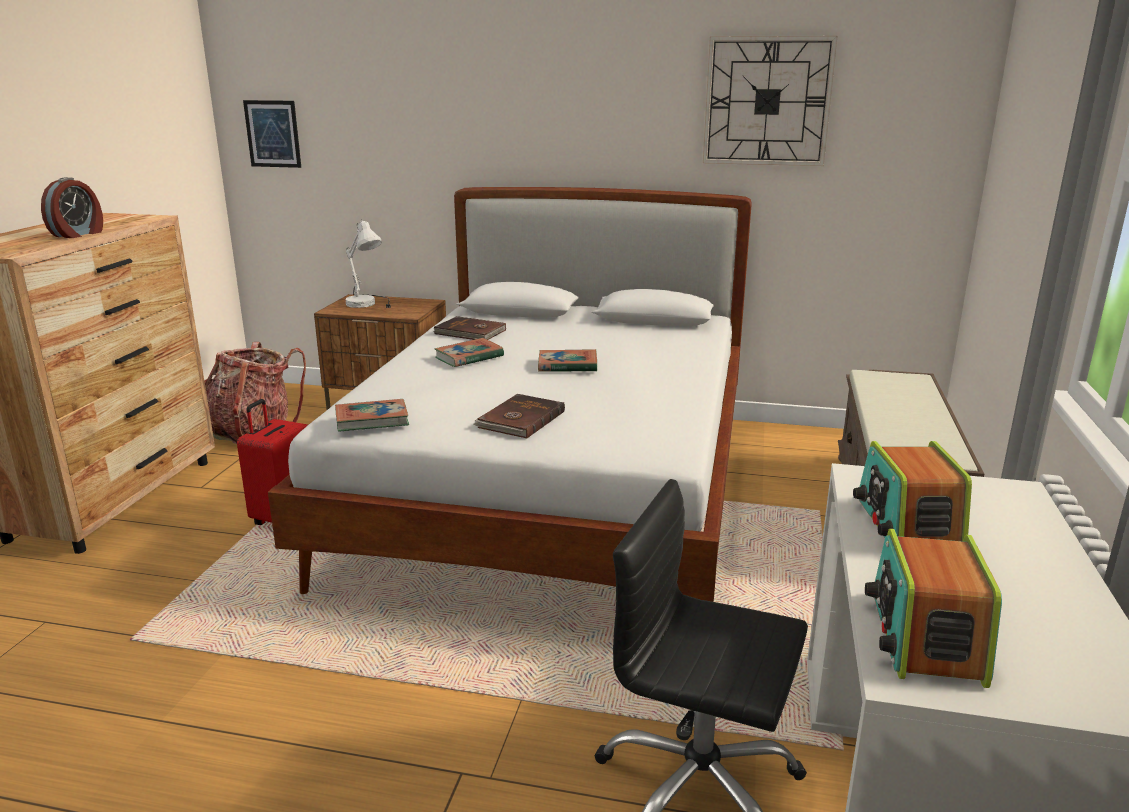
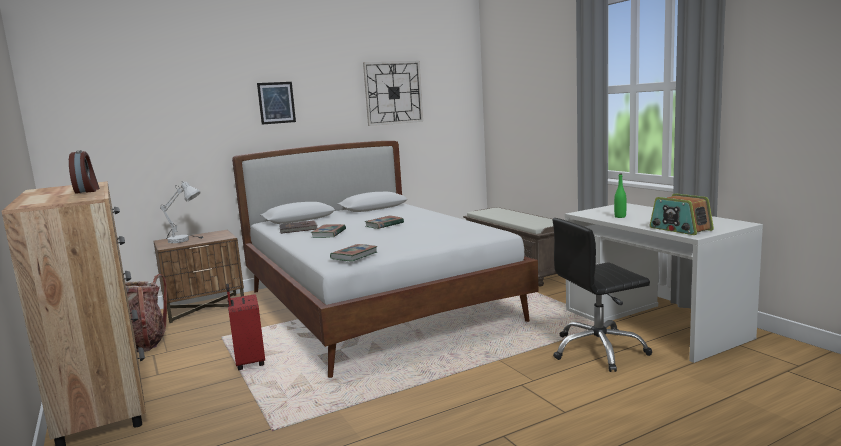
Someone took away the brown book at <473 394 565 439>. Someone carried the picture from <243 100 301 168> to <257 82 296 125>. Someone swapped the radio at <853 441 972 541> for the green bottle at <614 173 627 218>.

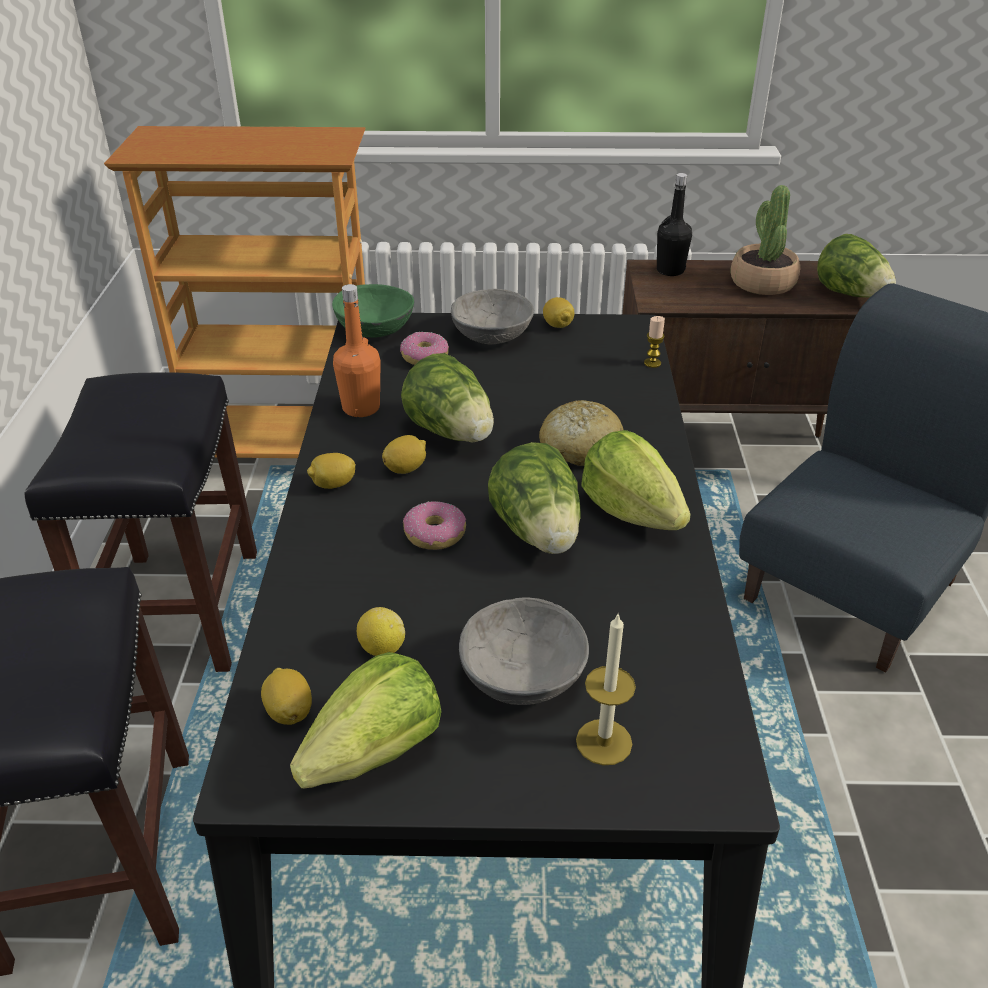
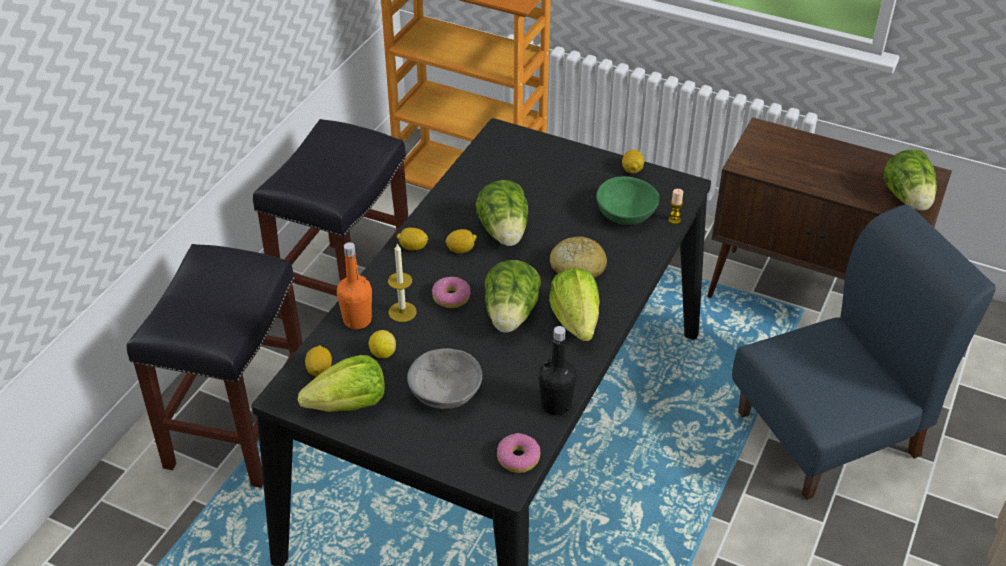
Someone took away the grey bowl at <451 289 534 344>. Someone took away the potted plant at <731 185 800 295>. Someone carried the green bowl from <332 284 414 338> to <596 176 660 225>. Someone carried the orange bottle from <333 284 381 417> to <337 242 372 329>. Someone carried the donut from <400 332 449 365> to <497 433 540 473>. Someone carried the candle from <576 612 636 765> to <388 243 417 322>. Someone carried the black bottle from <657 173 692 276> to <539 326 576 415>.

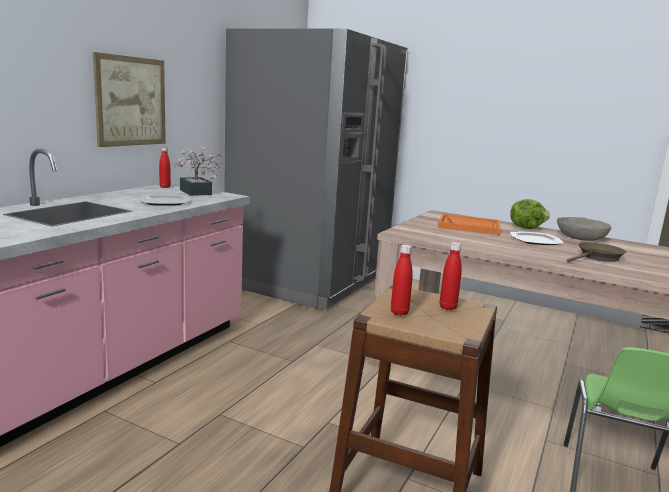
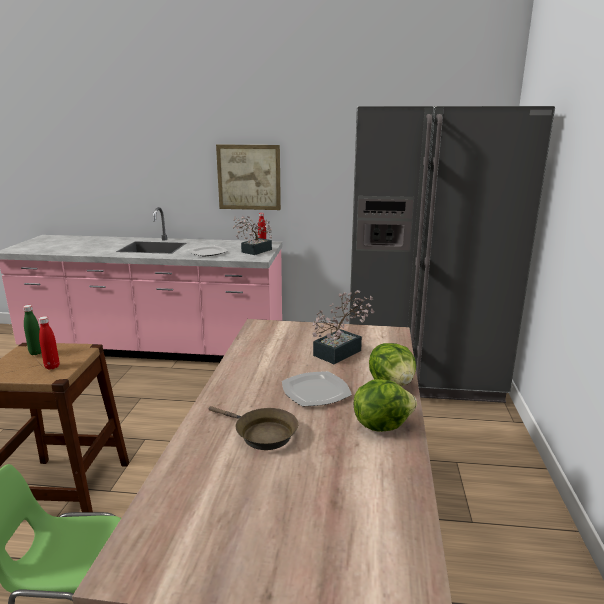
Someone swapped the orange tray at <438 214 500 235> for the potted plant at <312 290 374 364>. Someone swapped the grey bowl at <557 217 611 241> for the lettuce at <354 379 417 432>. Someone repainted the red bottle at <391 245 413 316>, which became the green bottle at <23 305 42 355>.

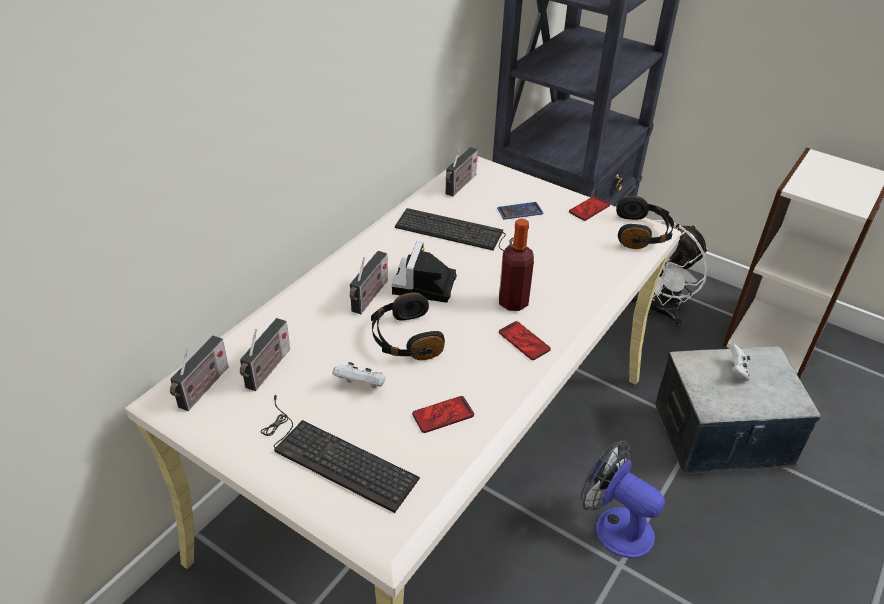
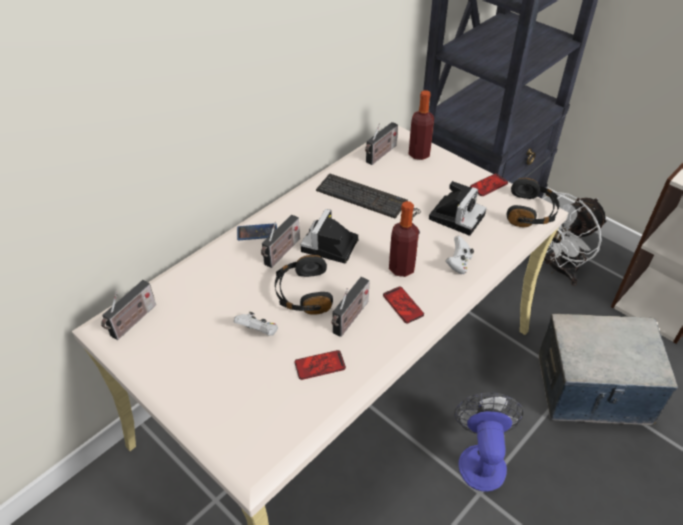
Someone took away the keyboard at <261 395 420 513>. Someone put down the bottle at <409 90 434 160>. Someone put down the photo camera at <429 181 487 236>. Someone carried the radio from <240 318 290 391> to <332 277 369 337>. Someone carried the phone from <497 202 543 220> to <237 223 277 240>. Someone carried the white game controller from <730 344 750 382> to <446 236 474 274>. Someone rotated the fan at <581 441 665 558> by 45 degrees clockwise.

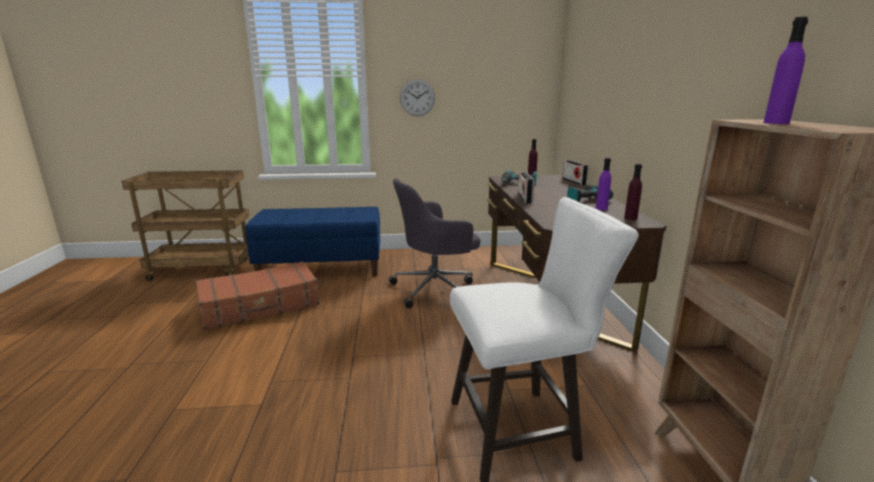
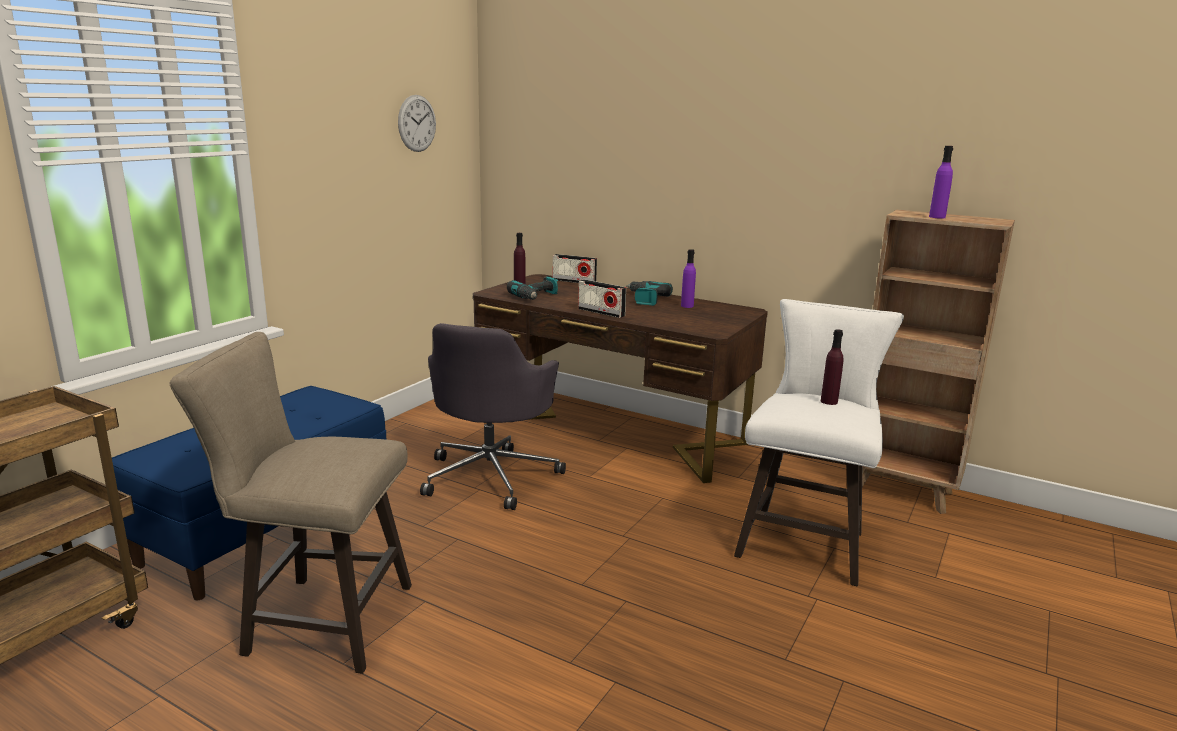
Someone carried the wall clock from <400 79 435 116> to <398 95 436 152>. Someone carried the purple bottle from <624 164 642 220> to <821 329 843 405>. Someone swapped the brown suitcase at <196 261 320 330> for the beige stool at <170 332 412 674>.

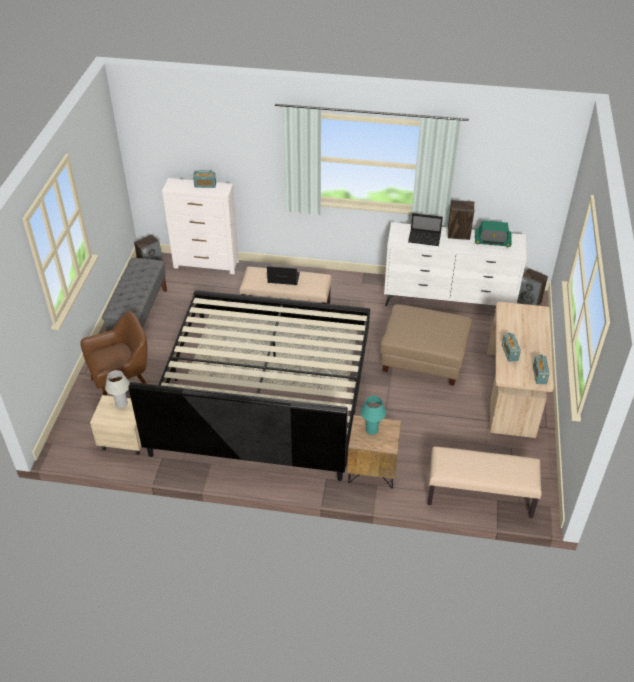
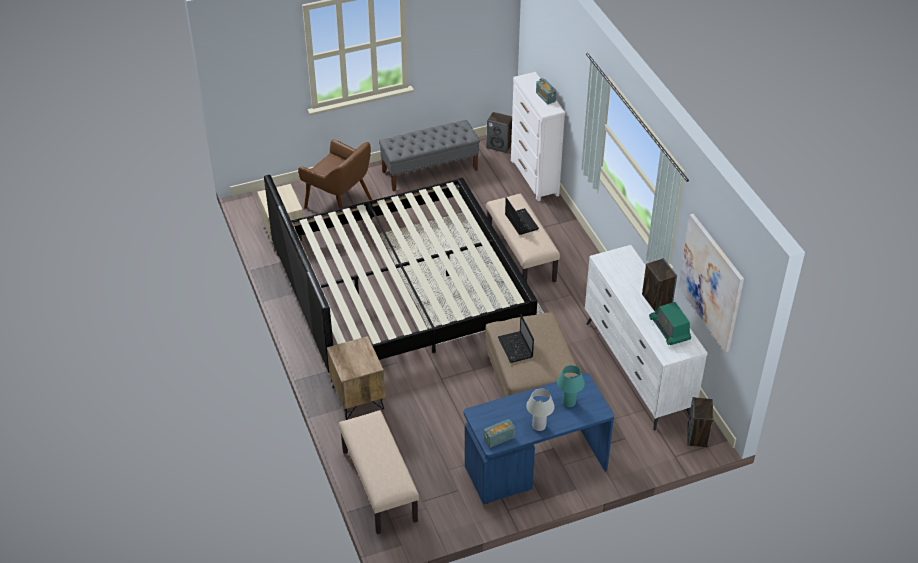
Someone took away the radio at <502 333 521 362>. Someone put up the picture at <678 214 744 352>. Someone carried the white table lamp from <105 370 130 408> to <526 389 555 431>. Someone carried the turquoise table lamp from <360 396 386 435> to <557 365 585 407>. Someone carried the laptop from <408 213 443 246> to <498 315 534 363>. Someone repainted the beige desk at <487 302 554 438>, which became the blue desk at <464 373 614 505>.

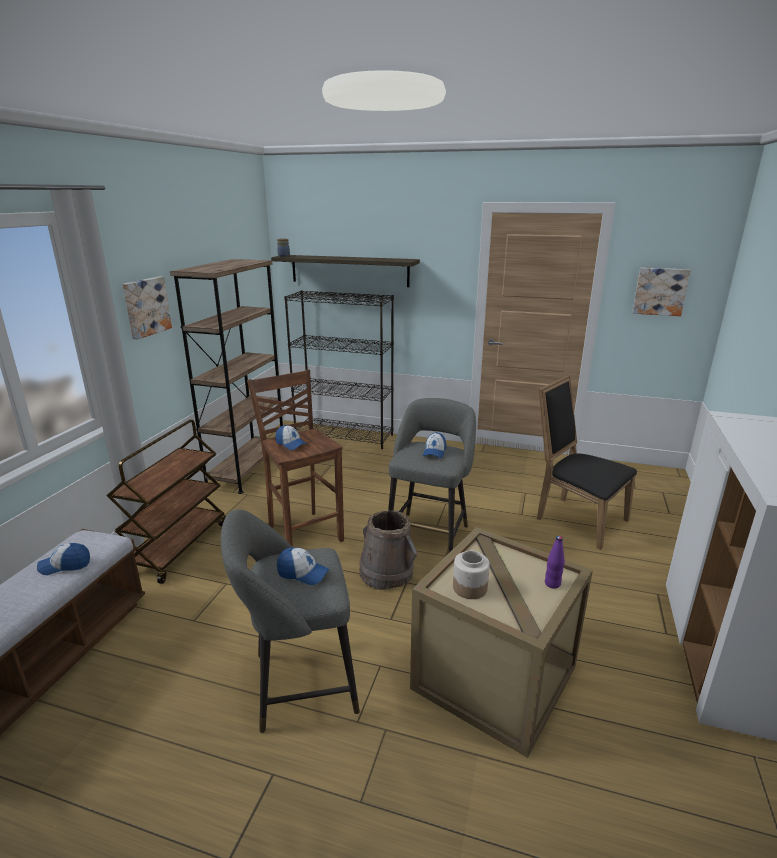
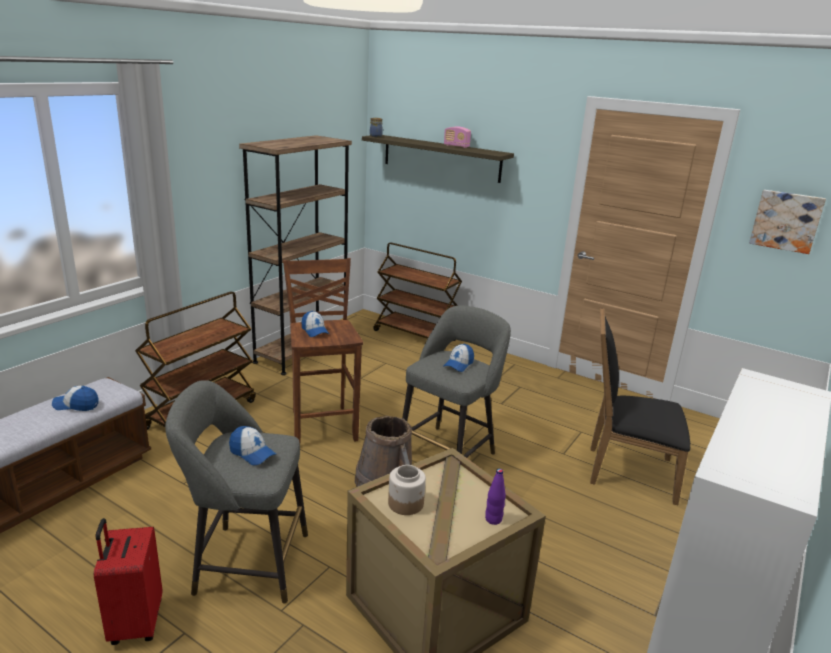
Someone took away the picture at <122 277 172 340>. Someone put down the red suitcase at <94 518 162 645>. Someone put down the radio at <444 127 471 148>. Someone swapped the black bookcase at <284 290 394 449> for the brown cart at <373 243 462 341>. Someone rotated the black chair at <537 375 637 550> by 45 degrees counterclockwise.

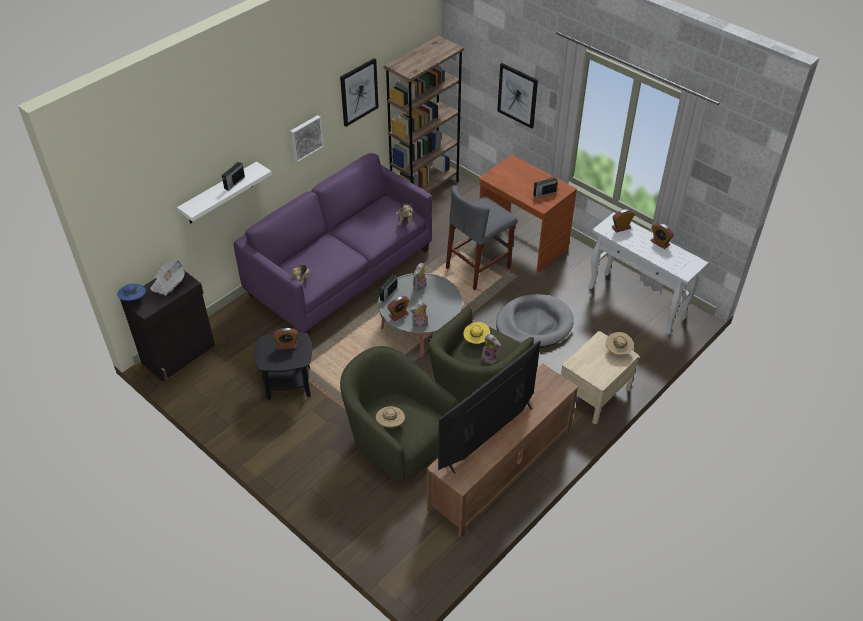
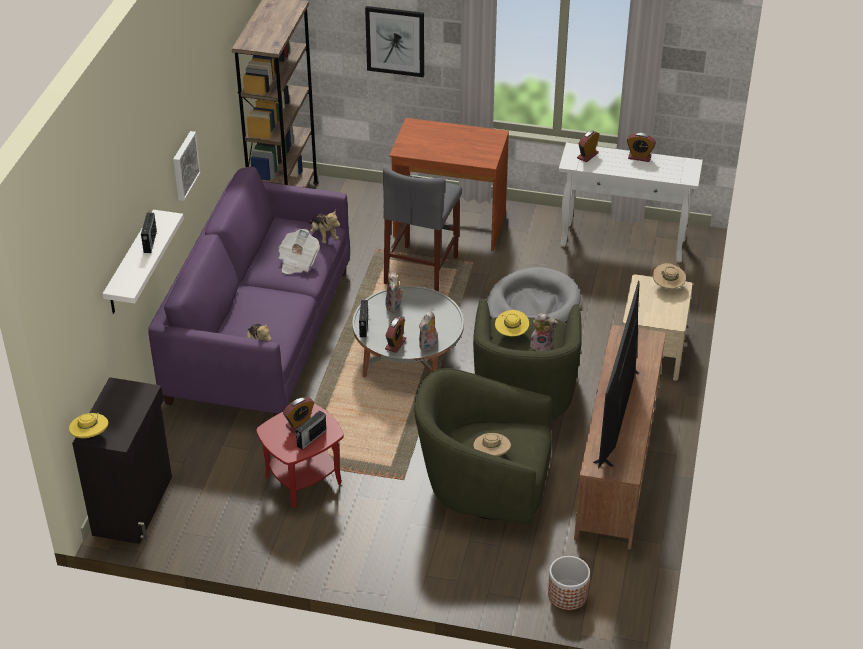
Someone took away the picture at <340 58 379 127>. Someone put down the planter at <548 556 590 610>. Someone carried the newspaper from <150 260 185 296> to <278 229 320 274>. Someone carried the radio from <533 176 558 198> to <296 411 326 450>. Someone repainted the blue hat at <117 284 146 302>, which became the yellow hat at <69 413 108 440>. Someone repainted the black side table at <254 332 312 401>, which became the red side table at <256 403 344 508>.

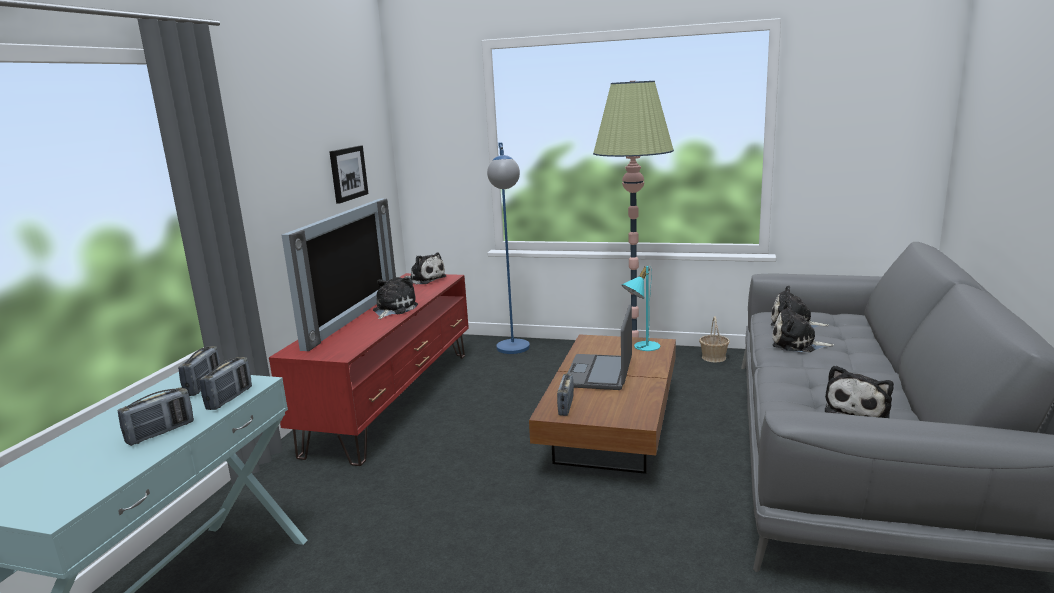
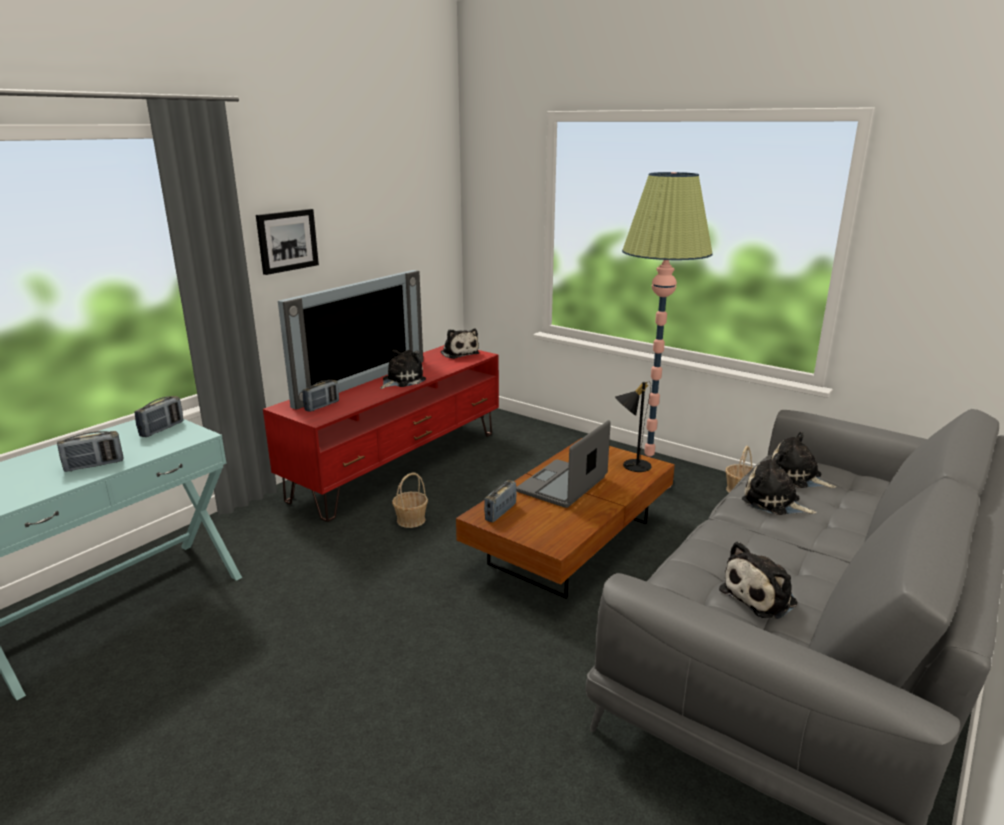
Someone took away the blue floor lamp at <487 142 530 354>. Someone put down the basket at <392 473 428 528>. Someone carried the radio from <200 357 252 410> to <302 380 339 412>. Someone carried the picture from <329 146 369 203> to <256 209 319 275>. Someone repainted the turquoise table lamp at <622 266 660 351>, which became the black table lamp at <615 381 652 472>.

